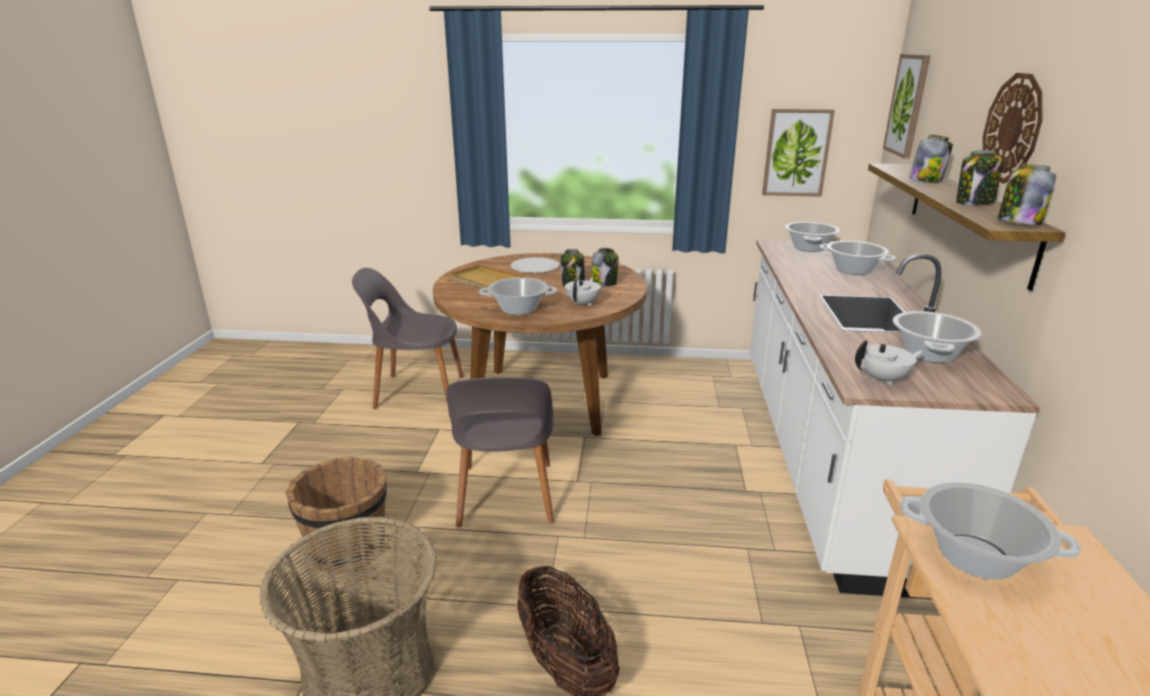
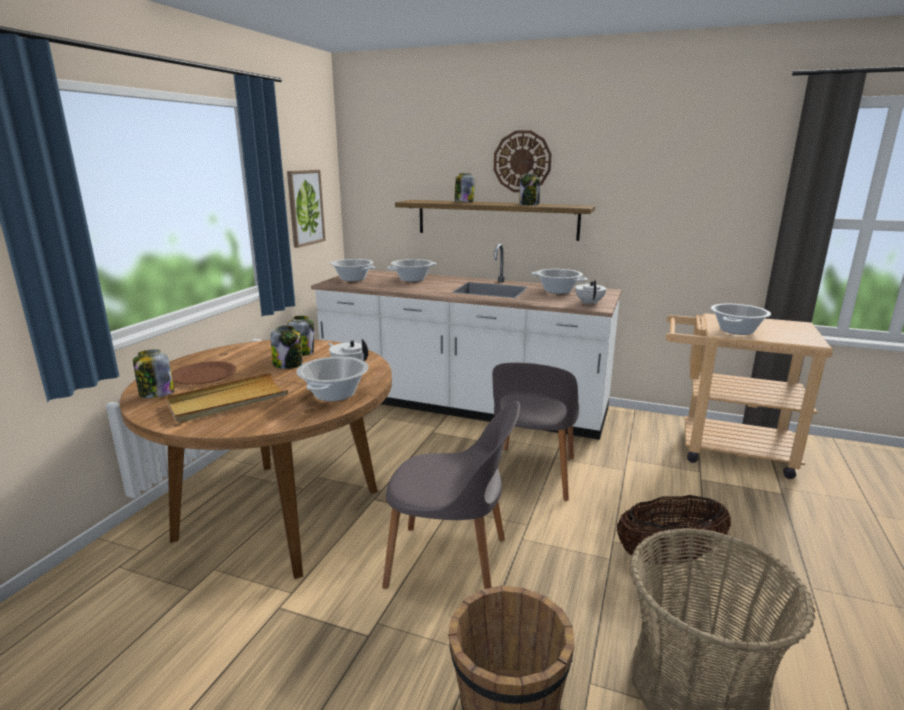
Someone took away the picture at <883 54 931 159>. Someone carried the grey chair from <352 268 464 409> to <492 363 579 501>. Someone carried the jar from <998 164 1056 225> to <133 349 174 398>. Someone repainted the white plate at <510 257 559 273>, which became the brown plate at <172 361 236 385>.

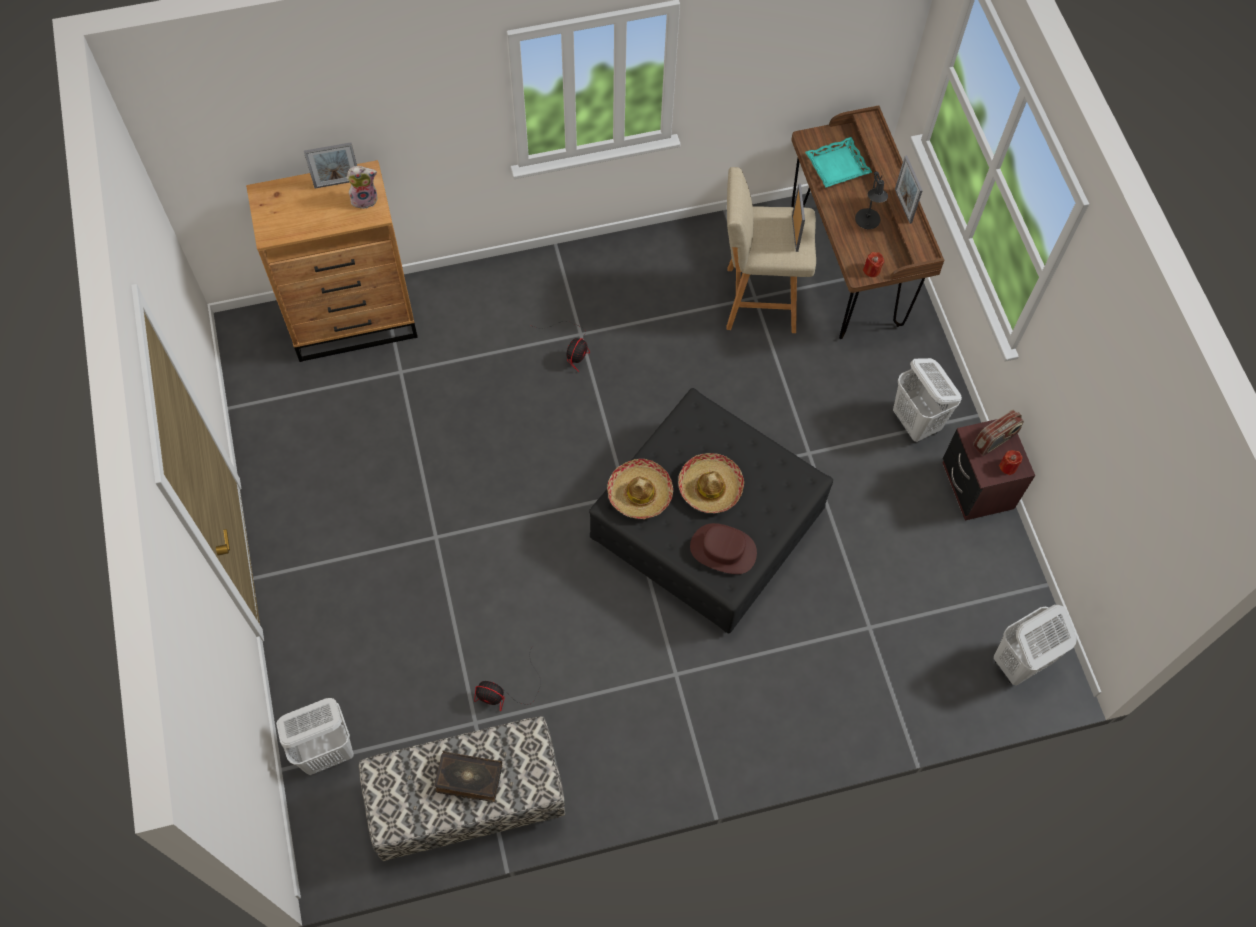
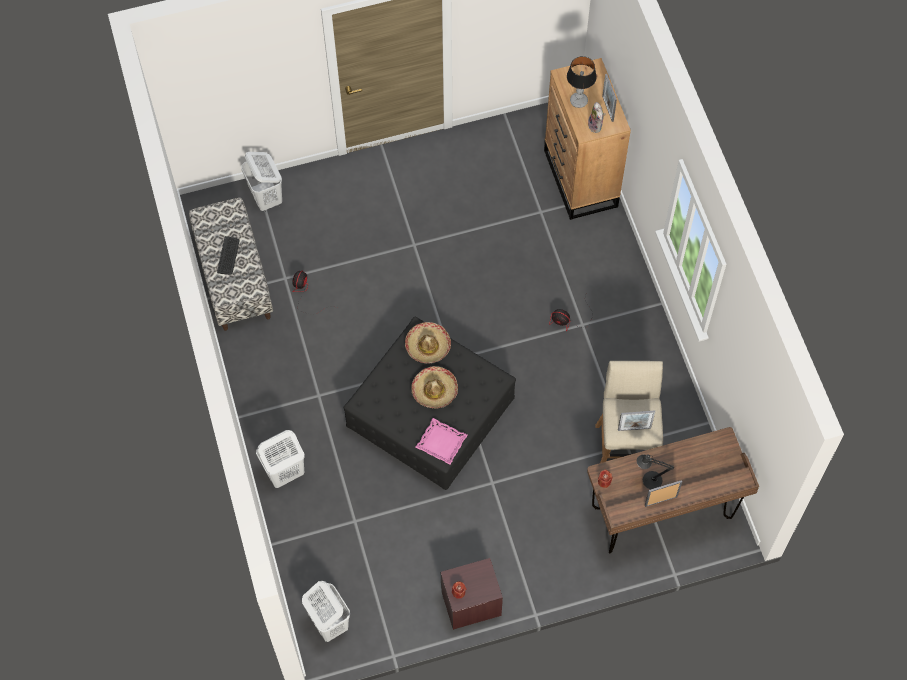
Someone took away the brown hat at <690 523 757 574>. Someone took away the turquoise tray at <805 137 872 187>. Someone took away the radio at <973 410 1024 456>. Someone put down the pink tray at <416 418 467 465>. Someone put down the table lamp at <567 56 597 108>. Someone carried the white laundry basket from <893 358 962 443> to <256 430 305 488>. Someone swapped the book at <434 751 502 802> for the keyboard at <217 236 239 275>.

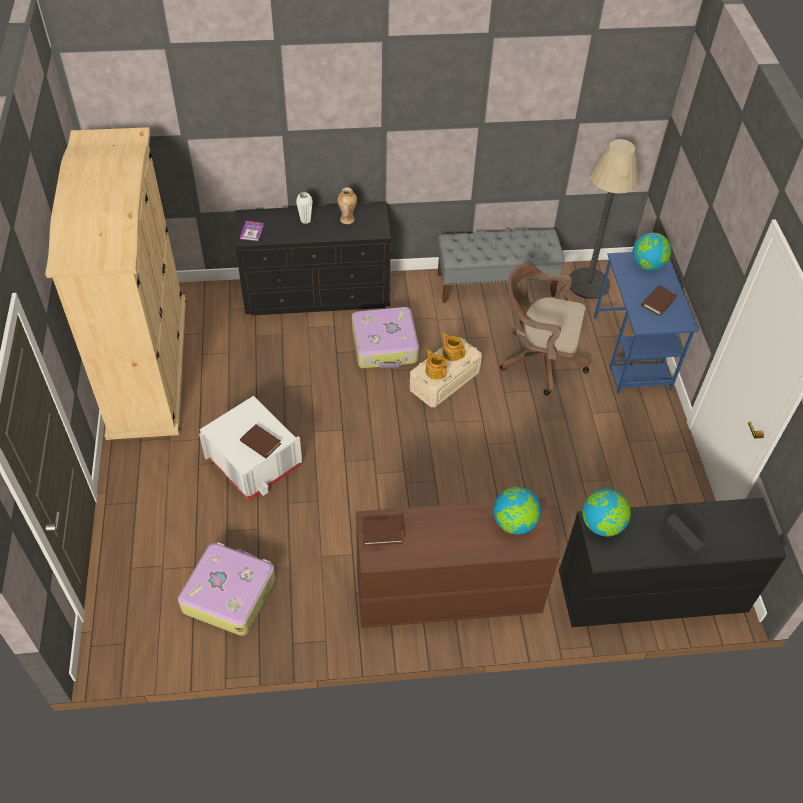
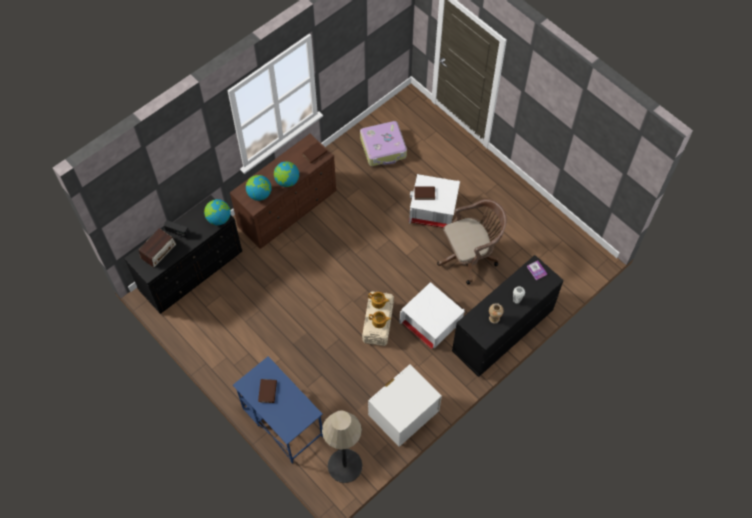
Someone took away the beige wardrobe at <45 127 186 440>. Someone put down the radio at <139 228 176 268>. Someone carried the brown office chair from <500 264 590 396> to <437 199 507 284>. Someone carried the globe from <633 233 671 270> to <274 161 299 187>. Someone swapped the suitcase at <352 307 419 368> for the white storage box at <399 282 465 349>. Someone swapped the grey bench at <438 229 565 303> for the white nightstand at <368 365 442 447>.

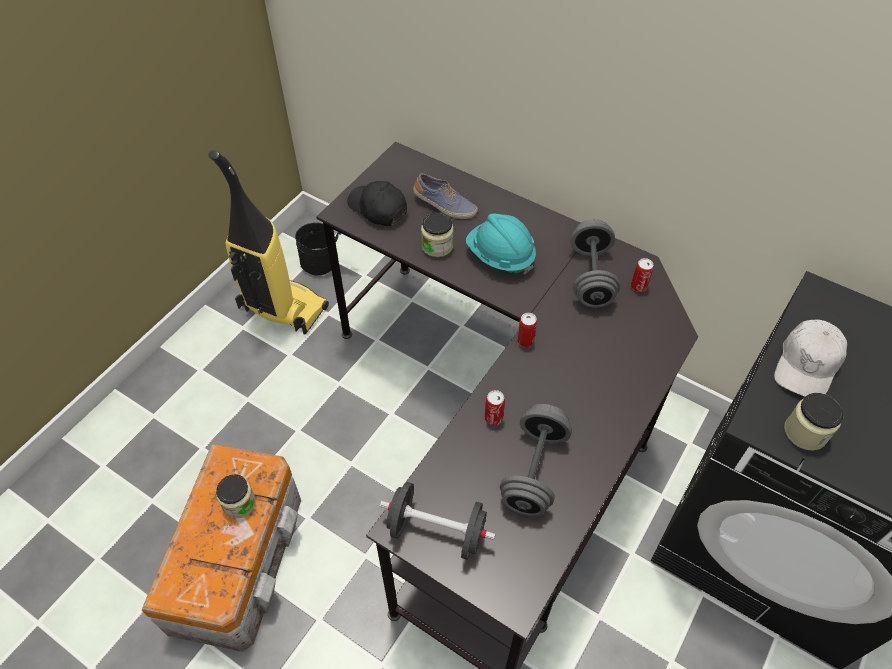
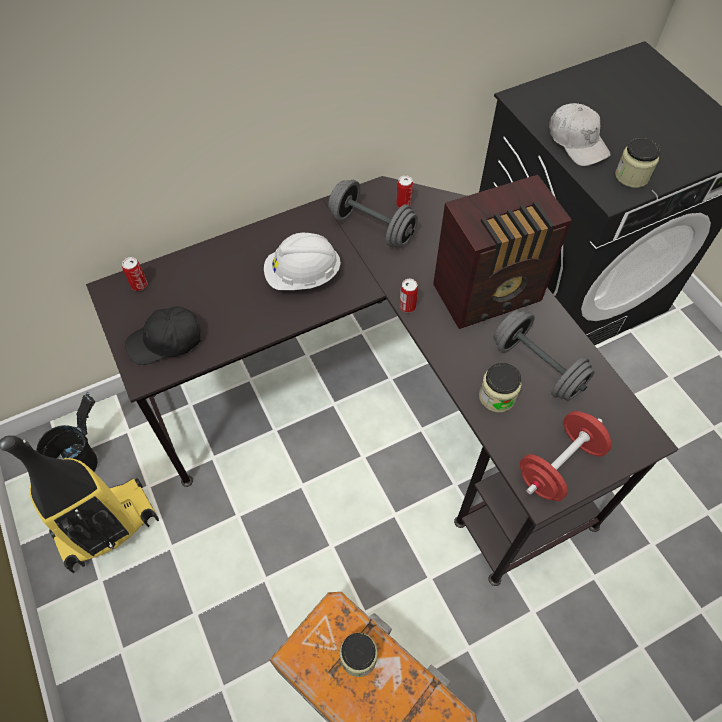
Someone took away the shoe at <413 173 478 219>. Someone put down the radio at <433 175 572 329>. Someone carried the jar from <421 212 454 257> to <479 363 522 412>. Someone carried the can from <485 390 505 425> to <122 257 147 291>. Someone repainted the black dumbbell at <380 482 495 560>, which became the red dumbbell at <520 411 612 501>. Someone repainted the turquoise hard hat at <466 214 536 275>, which became the white hard hat at <264 233 341 290>.

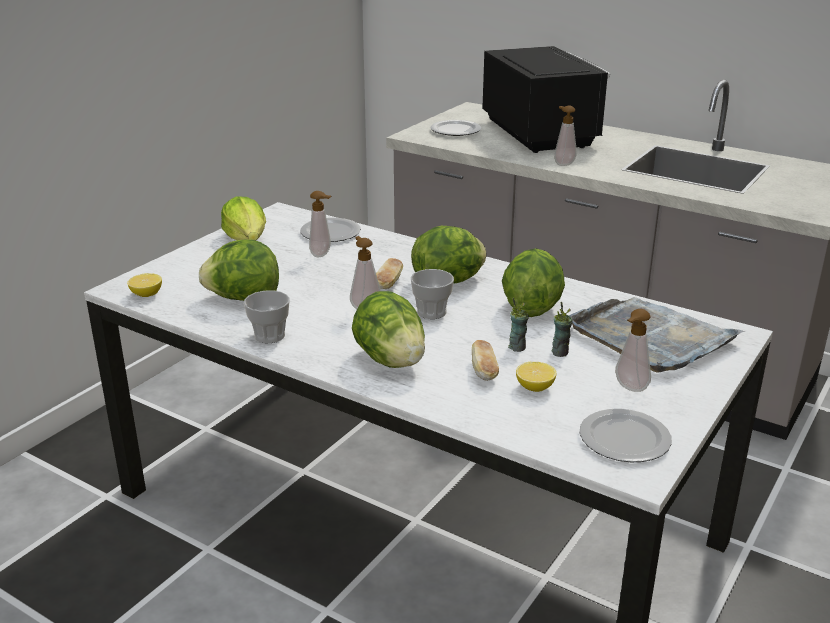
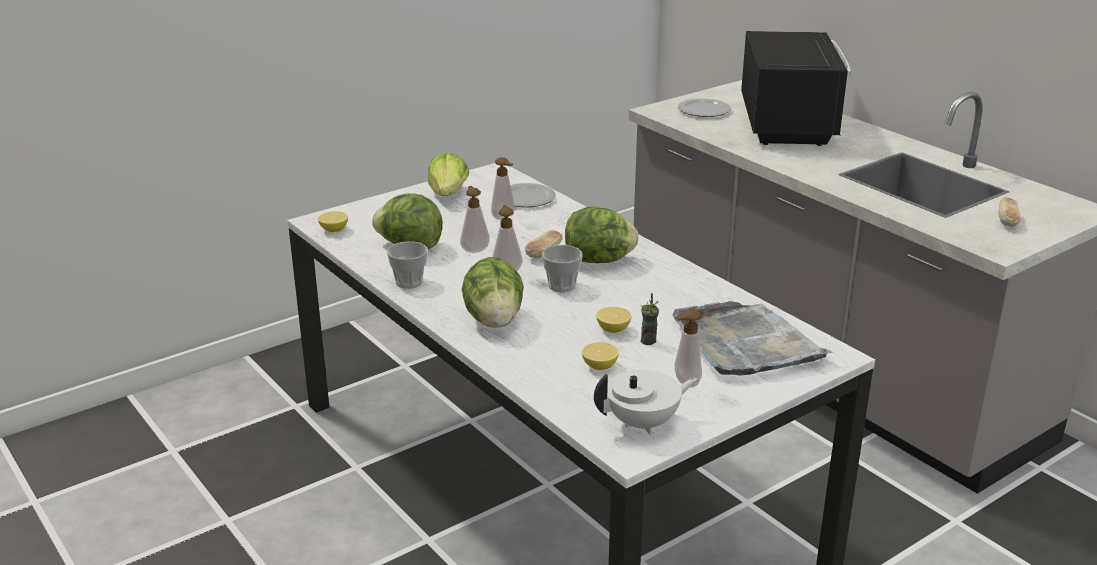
Someone took away the lettuce at <502 248 565 317>. Someone carried the bread from <472 340 499 381> to <998 197 1021 227>. Someone carried the soap dispenser from <554 106 577 166> to <460 186 490 253>. Someone swapped the cup at <508 298 529 352> for the lemon at <596 307 631 333>. Someone swapped the plate at <580 409 672 462> for the white teapot at <594 370 697 435>.

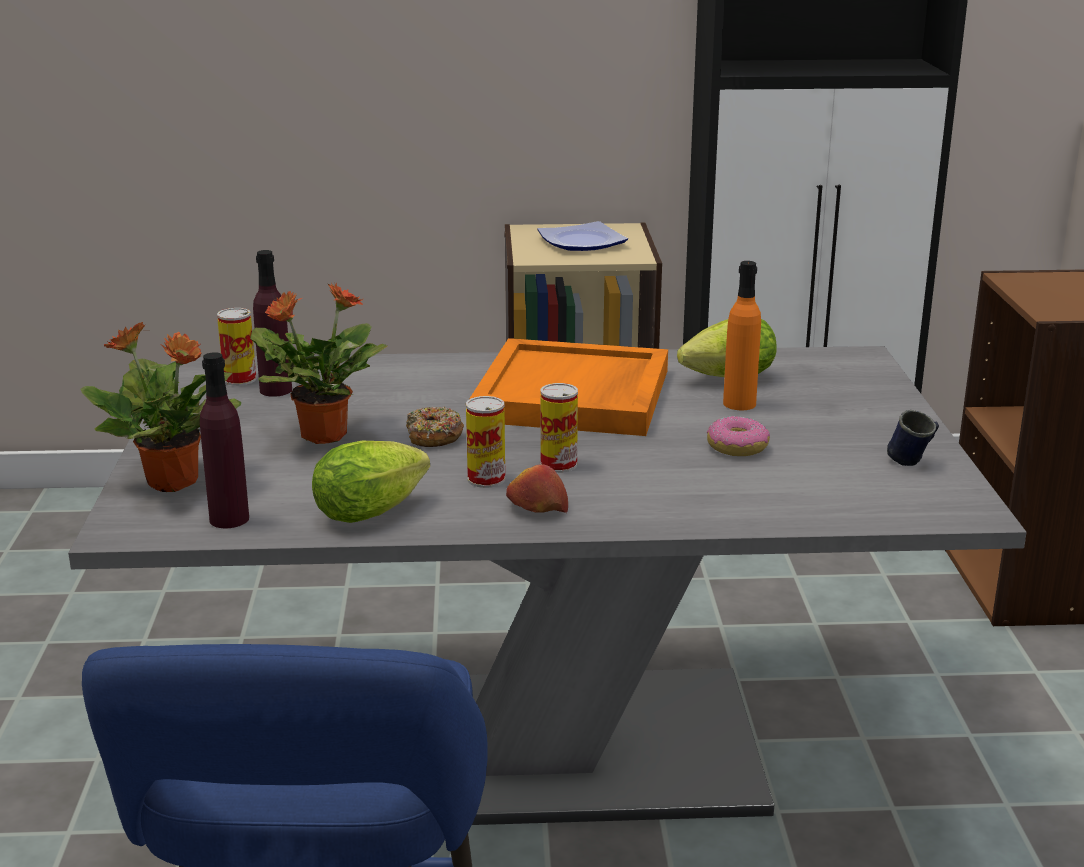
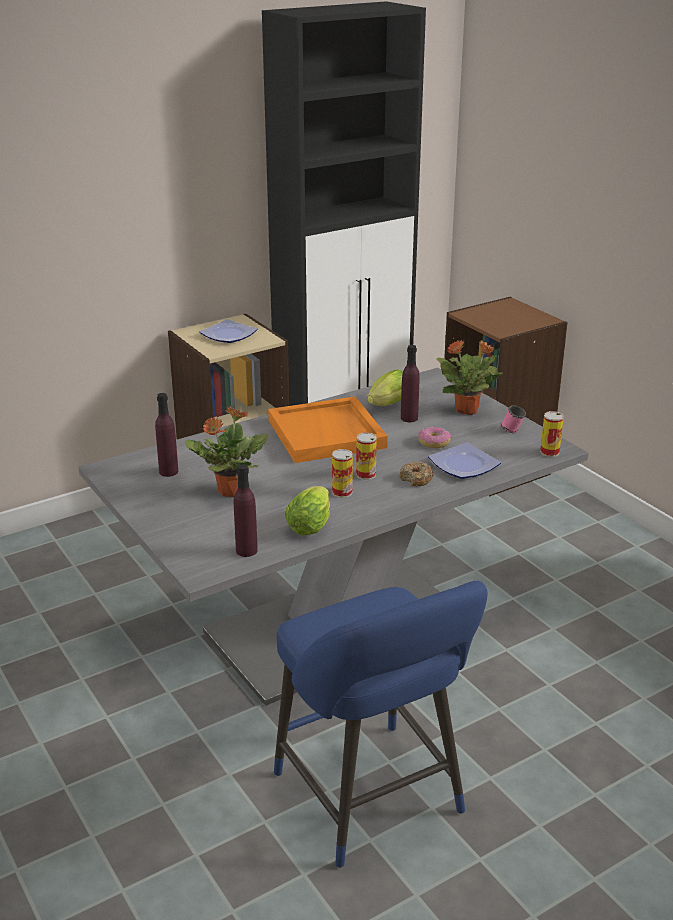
Someone took away the apple at <506 464 568 513>. Someone put down the plate at <428 442 501 479>. Someone carried the potted plant from <80 322 241 492> to <436 339 503 415>. Someone carried the can from <217 308 257 386> to <540 411 564 457>. Someone carried the donut from <406 407 464 447> to <400 461 434 487>. Someone repainted the orange bottle at <723 261 761 410>, which became the purple bottle at <401 345 420 422>. Someone repainted the blue mug at <887 410 939 466>, which became the pink mug at <501 405 526 433>.

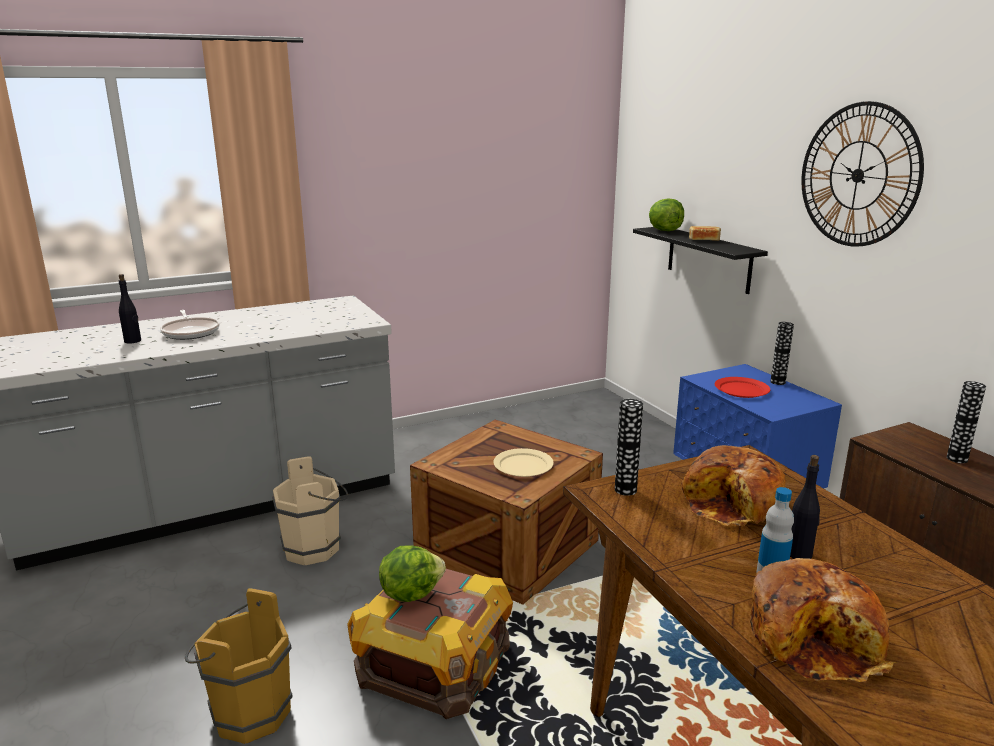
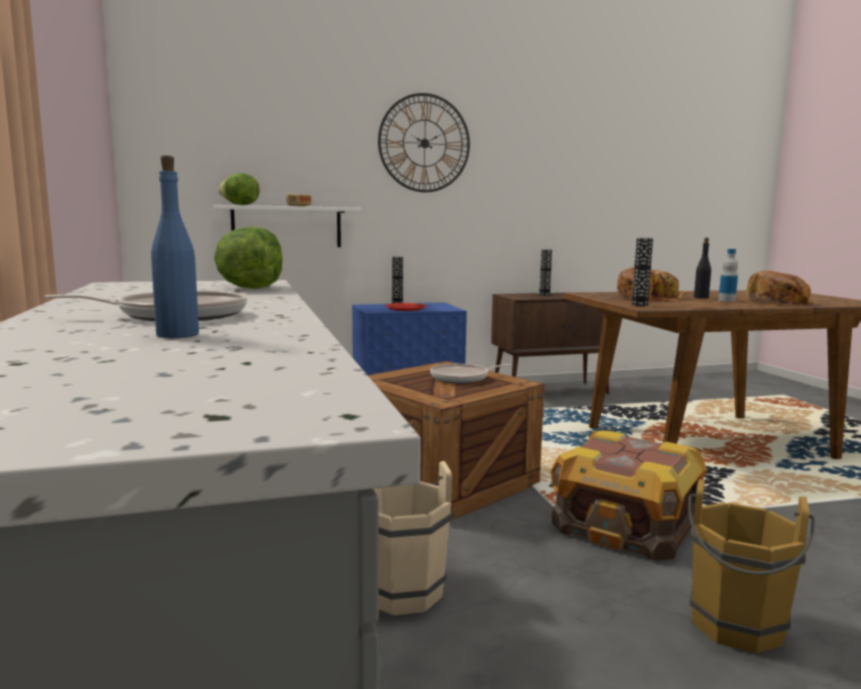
Someone carried the lettuce from <379 546 446 602> to <214 226 283 289>. Someone swapped the beige plate at <493 448 554 477> for the frying pan at <430 364 512 384>. Someone repainted the black bottle at <119 274 141 343>, which became the blue bottle at <151 155 199 338>. Someone repainted the black shelf at <633 227 768 294>, which became the white shelf at <213 205 361 247>.

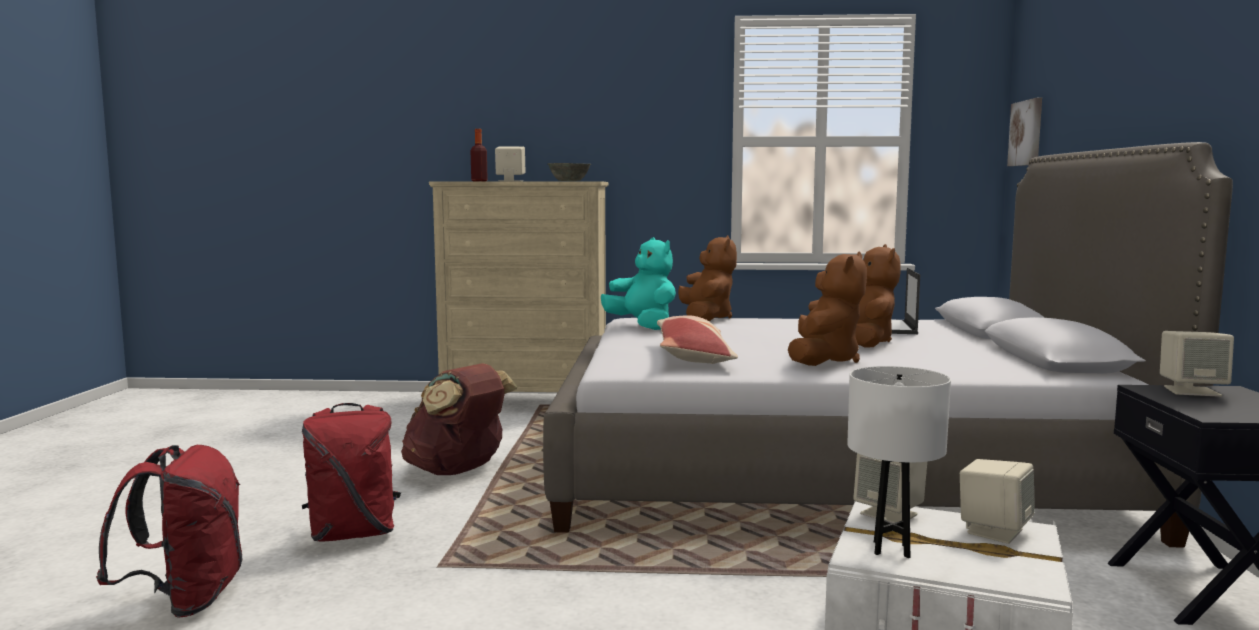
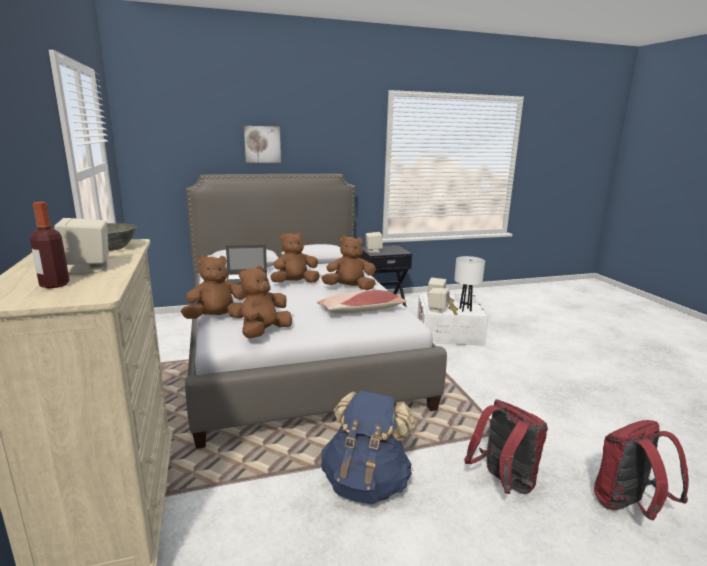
Someone carried the picture from <1007 98 1042 166> to <244 126 281 163>. Someone repainted the brown backpack at <401 363 517 475>, which became the blue backpack at <321 391 416 504>. Someone repainted the turquoise plush toy at <601 237 676 330>, which became the brown plush toy at <238 266 292 338>.

